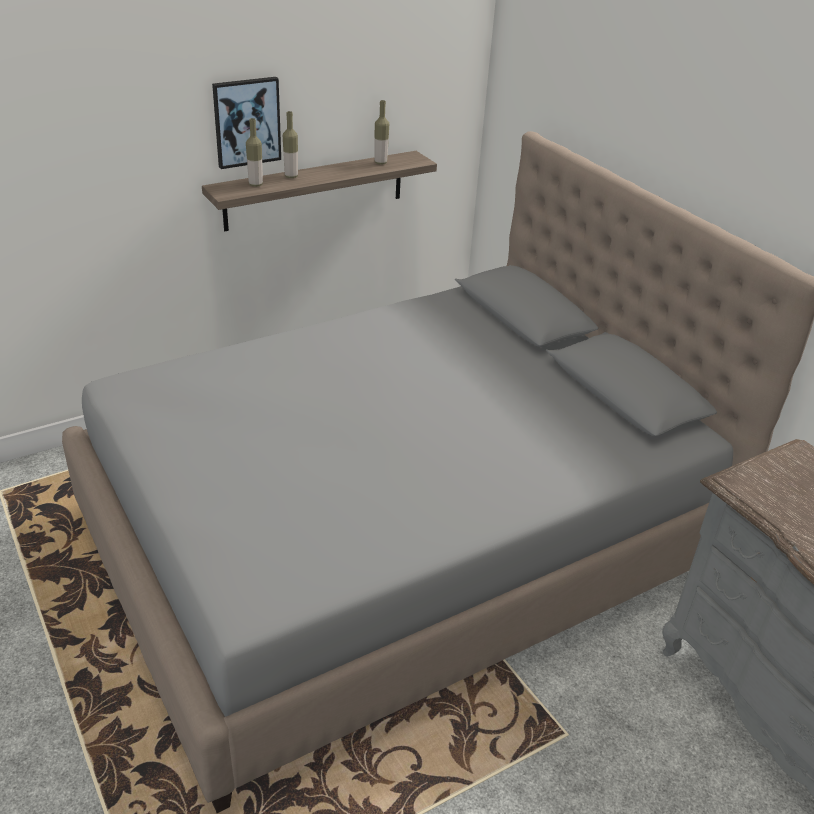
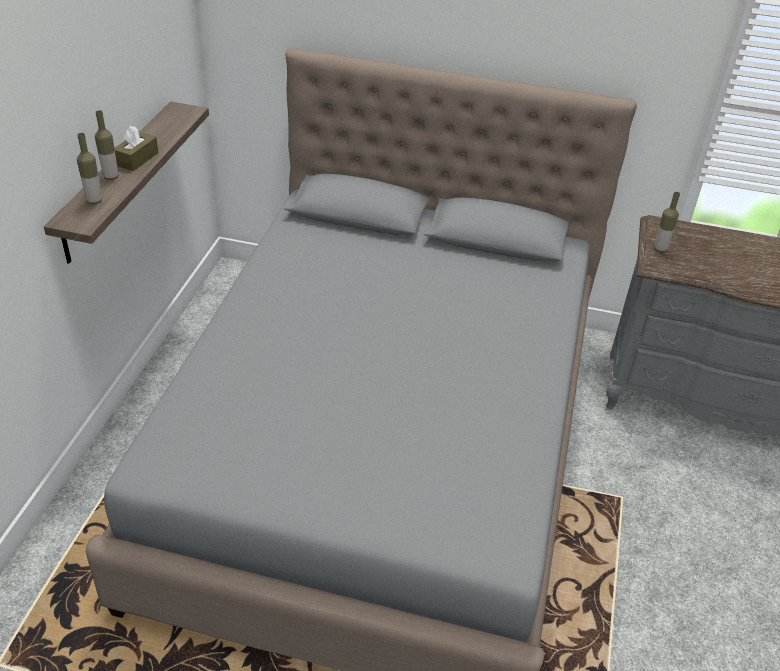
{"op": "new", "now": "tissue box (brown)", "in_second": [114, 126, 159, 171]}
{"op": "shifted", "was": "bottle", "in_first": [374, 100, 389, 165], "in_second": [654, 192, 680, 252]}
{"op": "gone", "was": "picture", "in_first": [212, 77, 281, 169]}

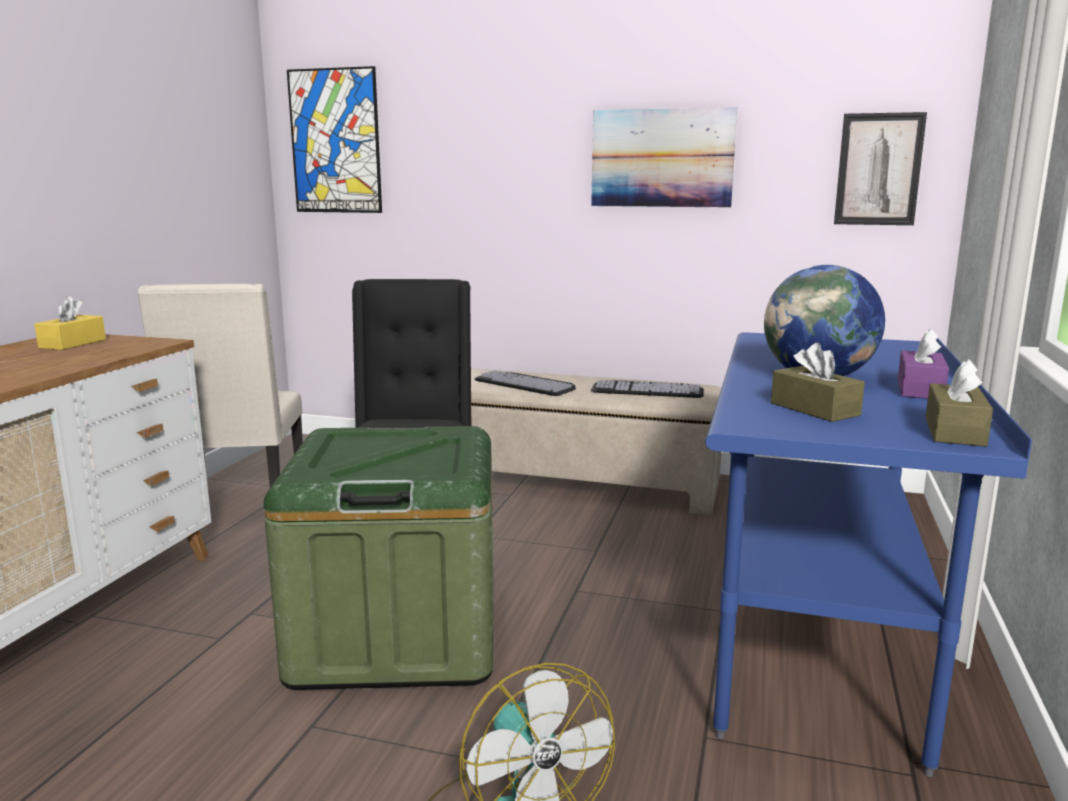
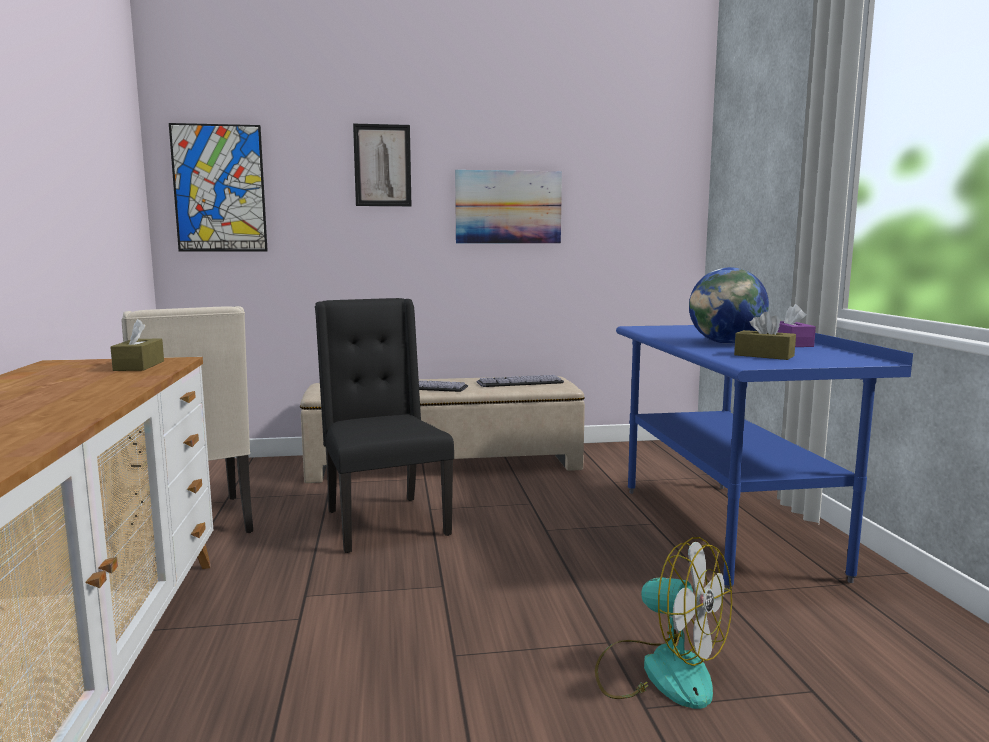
{"op": "shifted", "was": "tissue box (brown)", "in_first": [925, 359, 993, 447], "in_second": [110, 319, 164, 371]}
{"op": "shifted", "was": "picture", "in_first": [834, 112, 927, 225], "in_second": [353, 124, 411, 206]}
{"op": "gone", "was": "tissue box (yellow)", "in_first": [34, 296, 106, 350]}
{"op": "gone", "was": "storage box (green)", "in_first": [263, 426, 493, 690]}

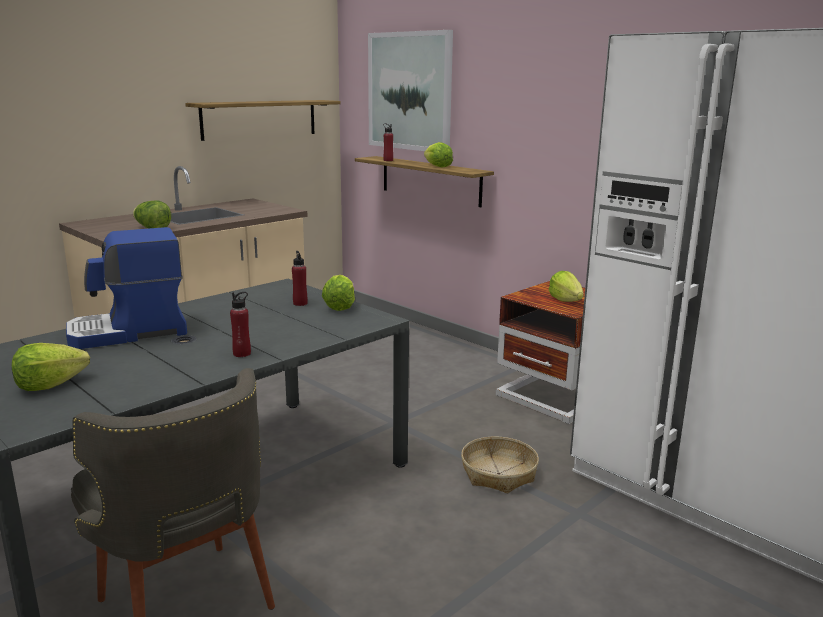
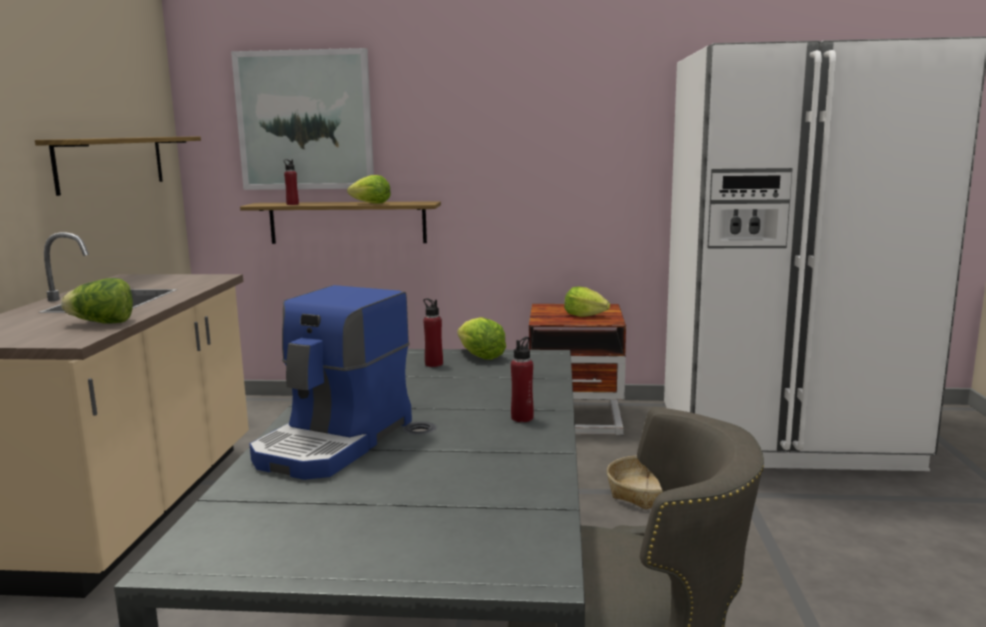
{"op": "gone", "was": "lettuce", "in_first": [12, 343, 90, 391]}

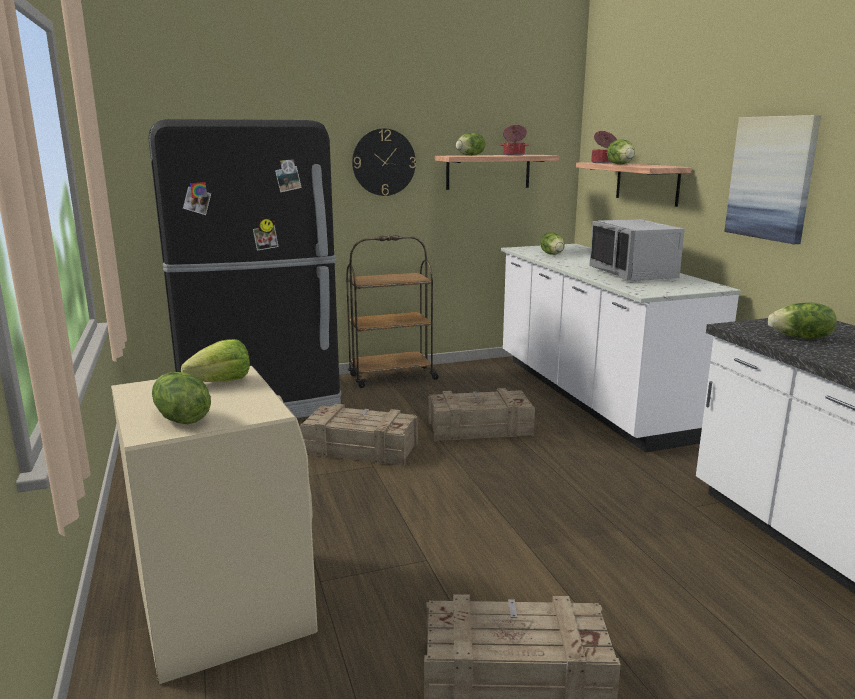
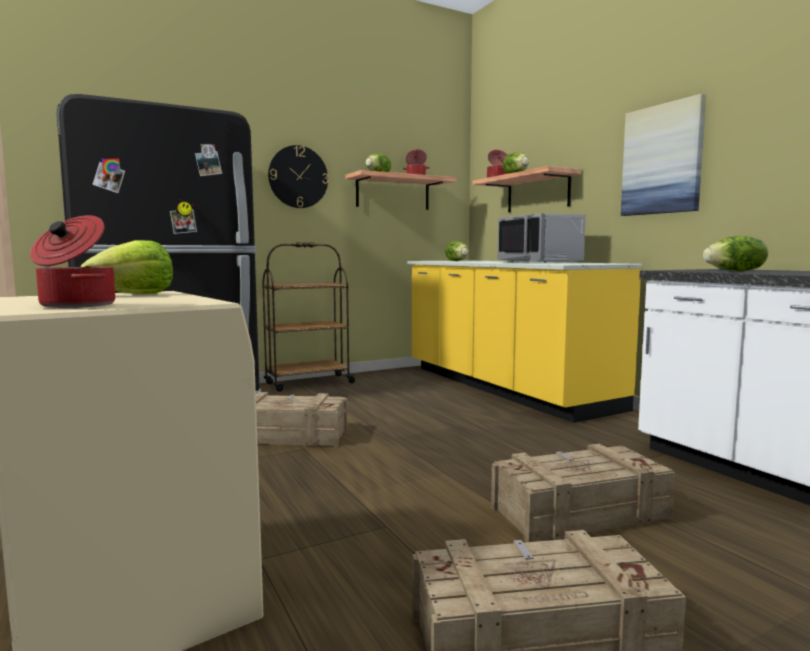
{"op": "swapped", "was": "lettuce", "now": "cooking pot", "in_first": [152, 372, 211, 424], "in_second": [30, 215, 115, 308]}
{"op": "repainted", "was": "counter (white)", "now": "counter (yellow)", "in_first": [501, 244, 741, 453], "in_second": [407, 260, 643, 423]}
{"op": "shifted", "was": "crate", "in_first": [428, 388, 535, 441], "in_second": [491, 444, 675, 542]}

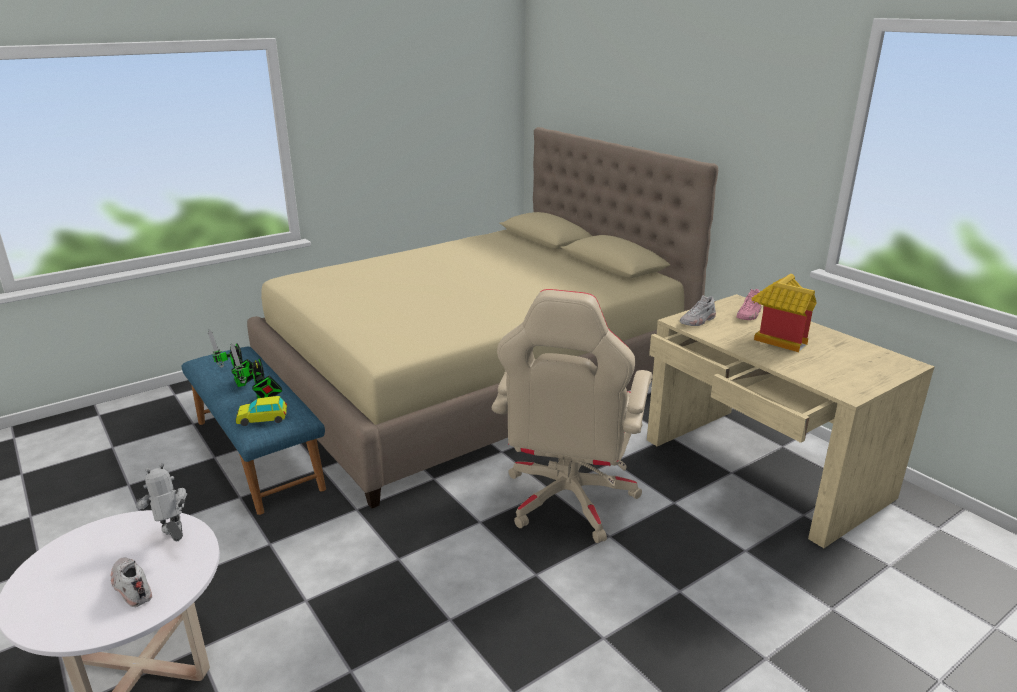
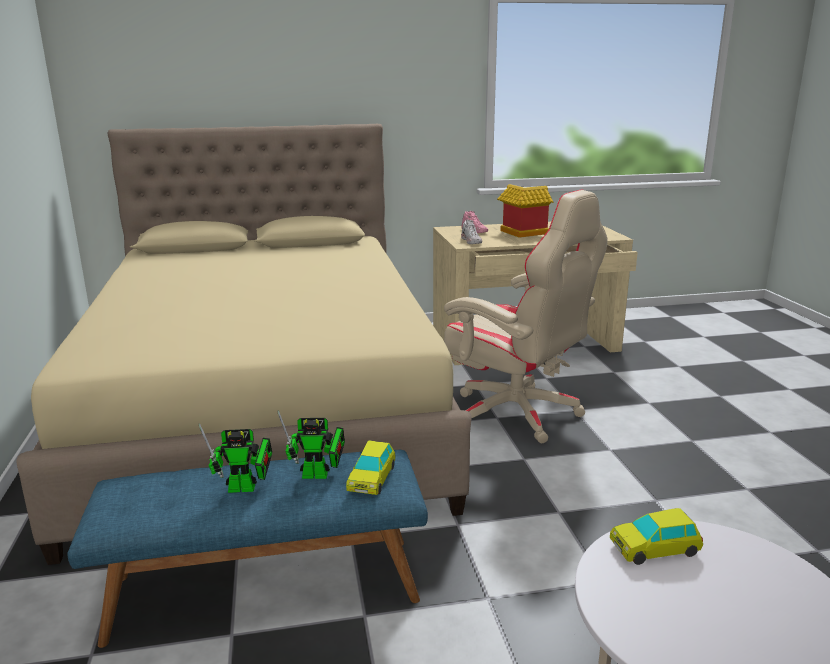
{"op": "swapped", "was": "toy robot", "now": "toy car", "in_first": [136, 463, 188, 541], "in_second": [610, 508, 703, 565]}
{"op": "gone", "was": "shoe (white)", "in_first": [110, 557, 152, 607]}

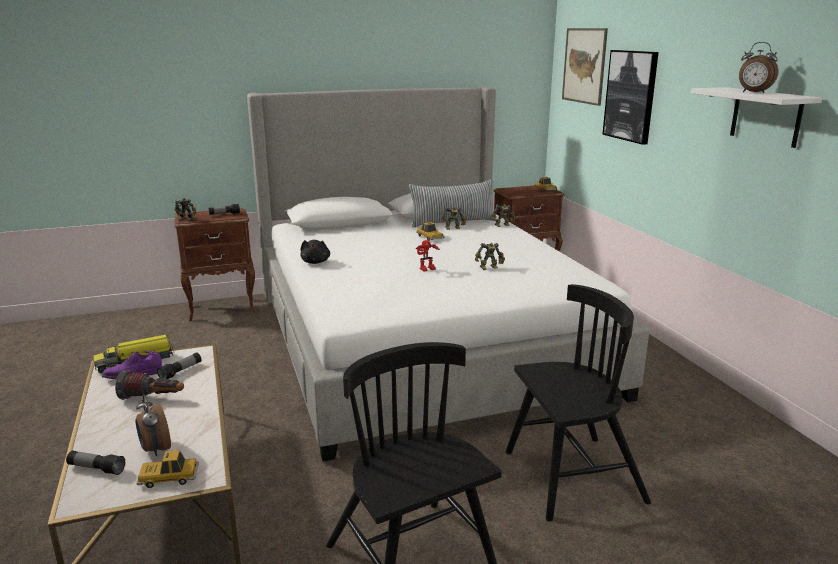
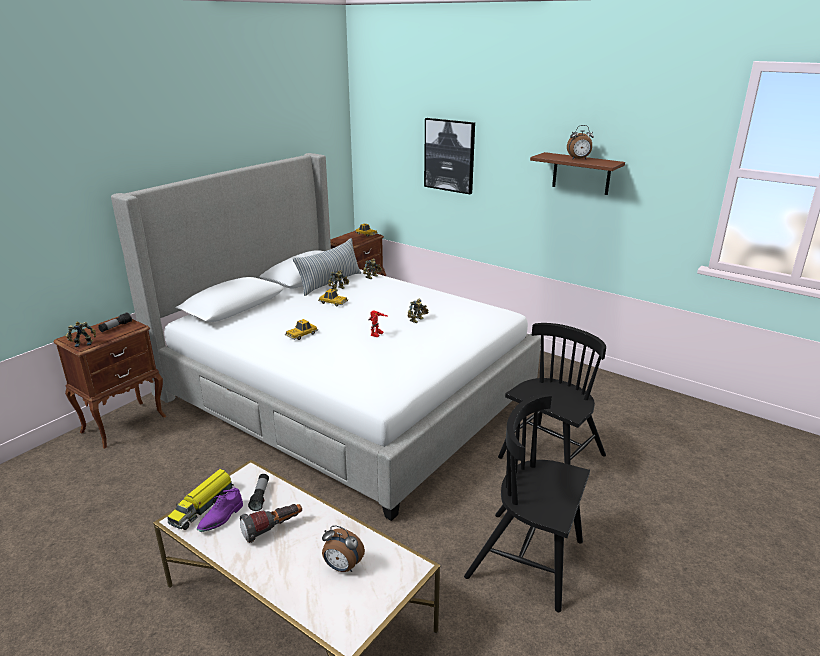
{"op": "shifted", "was": "toy car", "in_first": [136, 450, 199, 488], "in_second": [285, 319, 318, 340]}
{"op": "repainted", "was": "shelf (white)", "now": "shelf (brown)", "in_first": [691, 87, 822, 148], "in_second": [530, 152, 625, 195]}
{"op": "gone", "was": "flashlight", "in_first": [66, 451, 125, 475]}
{"op": "gone", "was": "plush toy (black)", "in_first": [300, 240, 330, 264]}
{"op": "gone", "was": "picture", "in_first": [562, 28, 608, 106]}

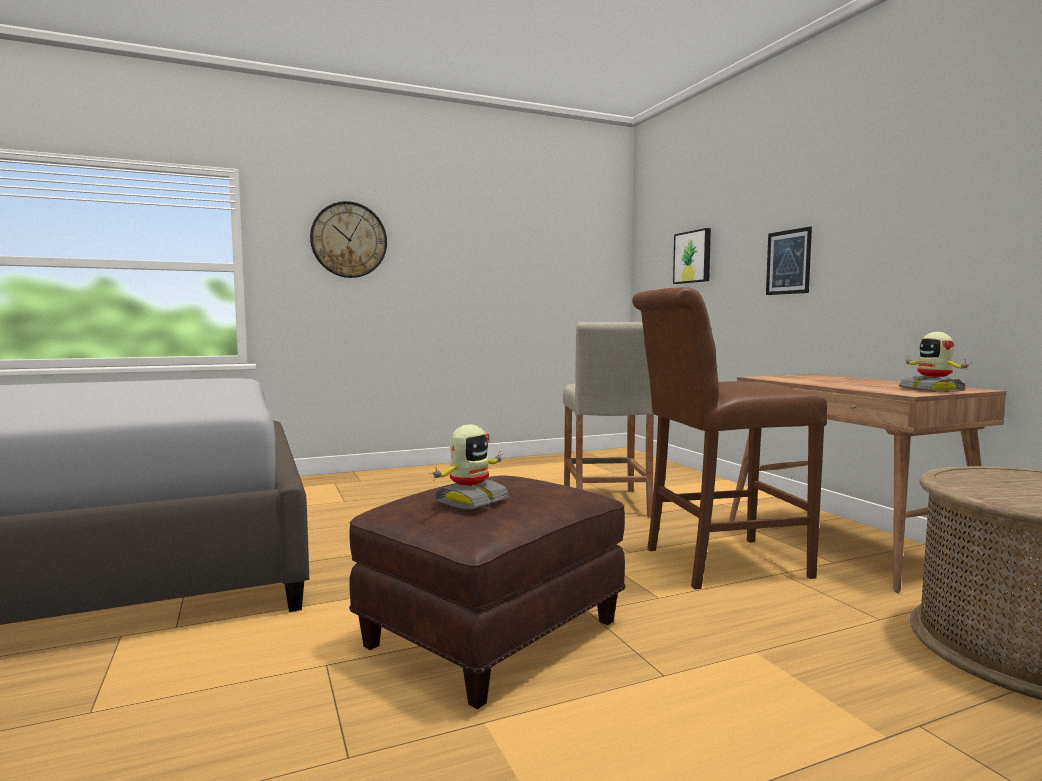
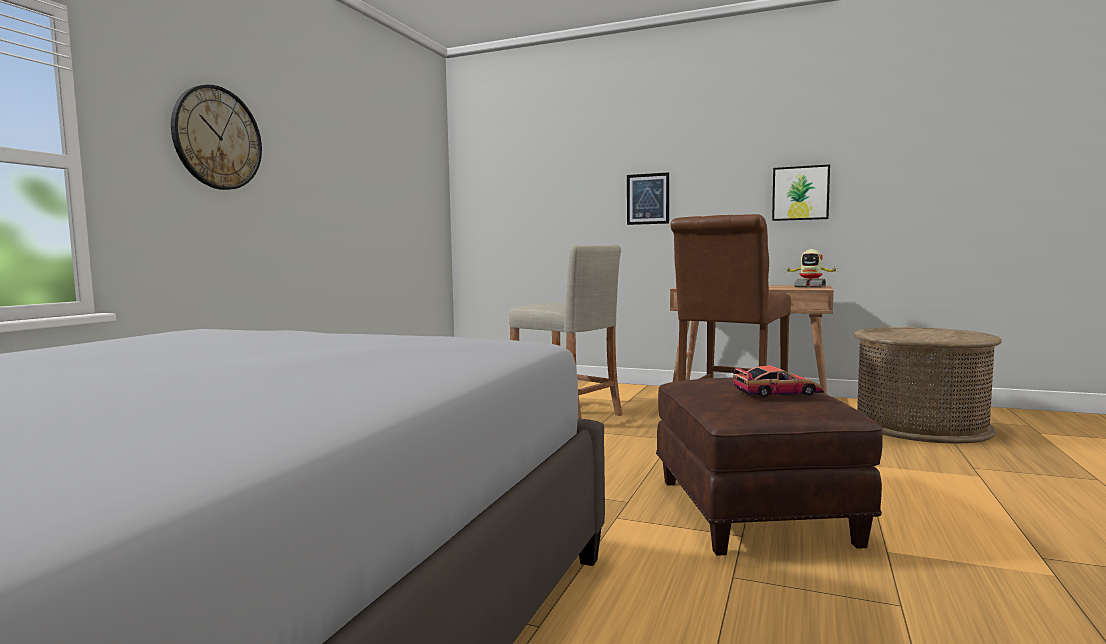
{"op": "swapped", "was": "toy robot", "now": "toy car", "in_first": [429, 424, 510, 510], "in_second": [733, 365, 824, 398]}
{"op": "shifted", "was": "picture", "in_first": [673, 228, 711, 284], "in_second": [772, 164, 830, 221]}

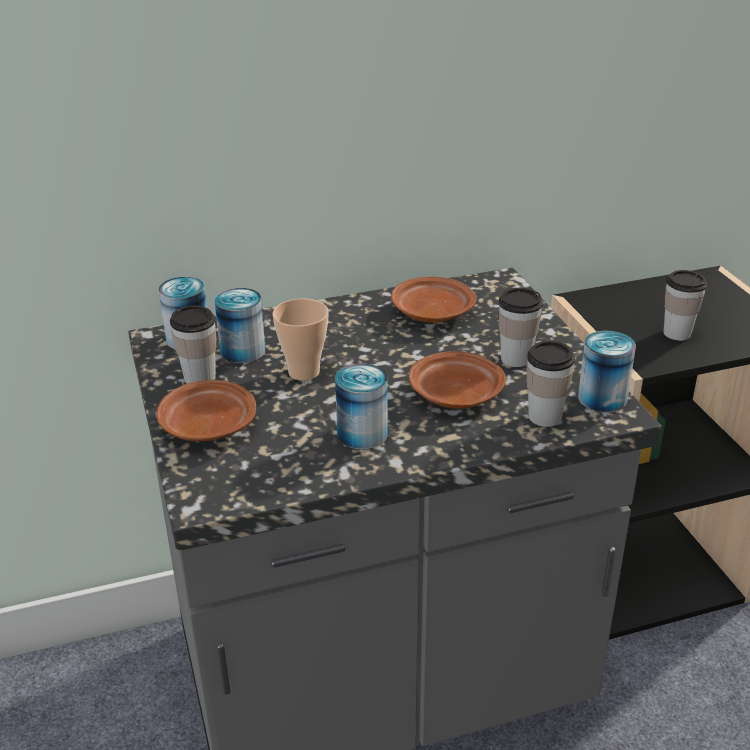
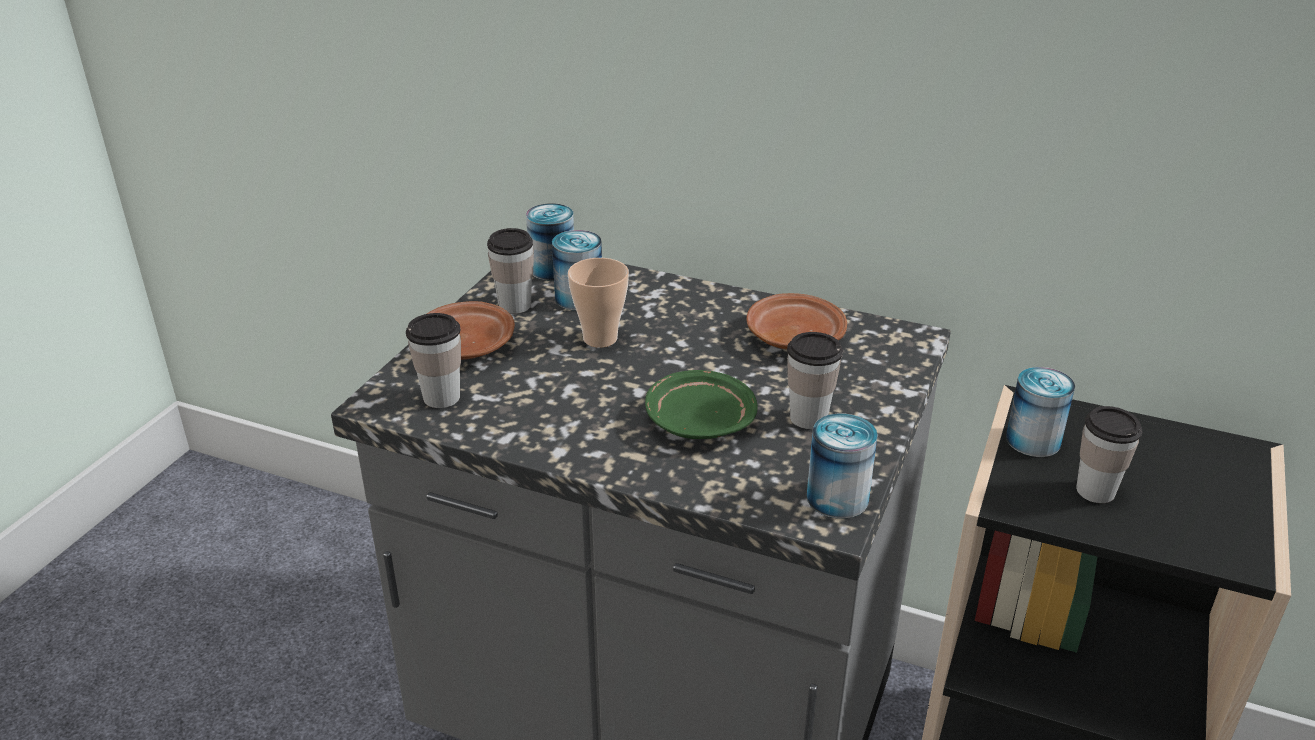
{"op": "shifted", "was": "cup", "in_first": [527, 341, 575, 427], "in_second": [406, 313, 461, 408]}
{"op": "repainted", "was": "plate (brown)", "now": "plate (green)", "in_first": [409, 351, 506, 409], "in_second": [645, 370, 758, 439]}
{"op": "shifted", "was": "can", "in_first": [335, 364, 388, 450], "in_second": [1006, 367, 1075, 457]}

